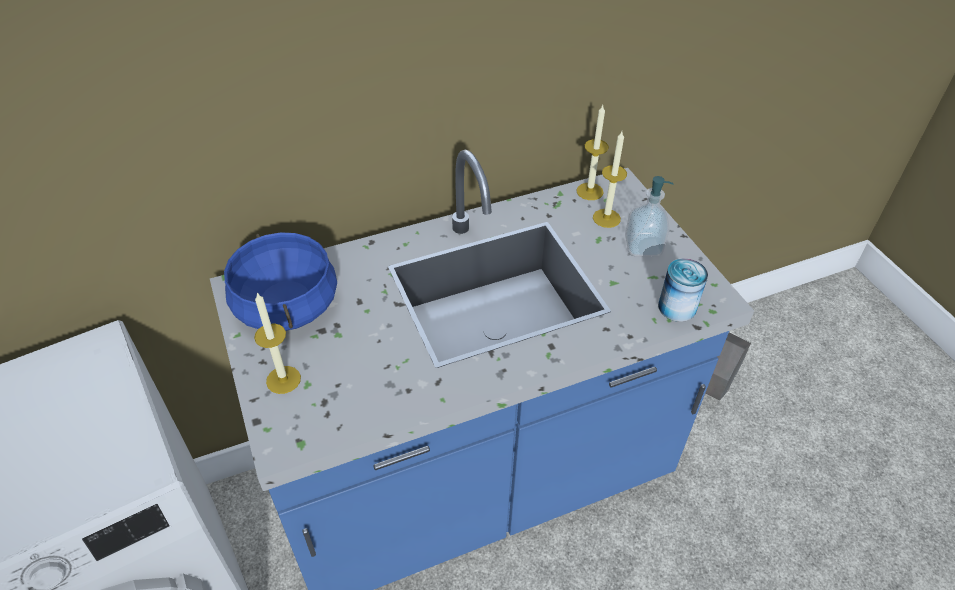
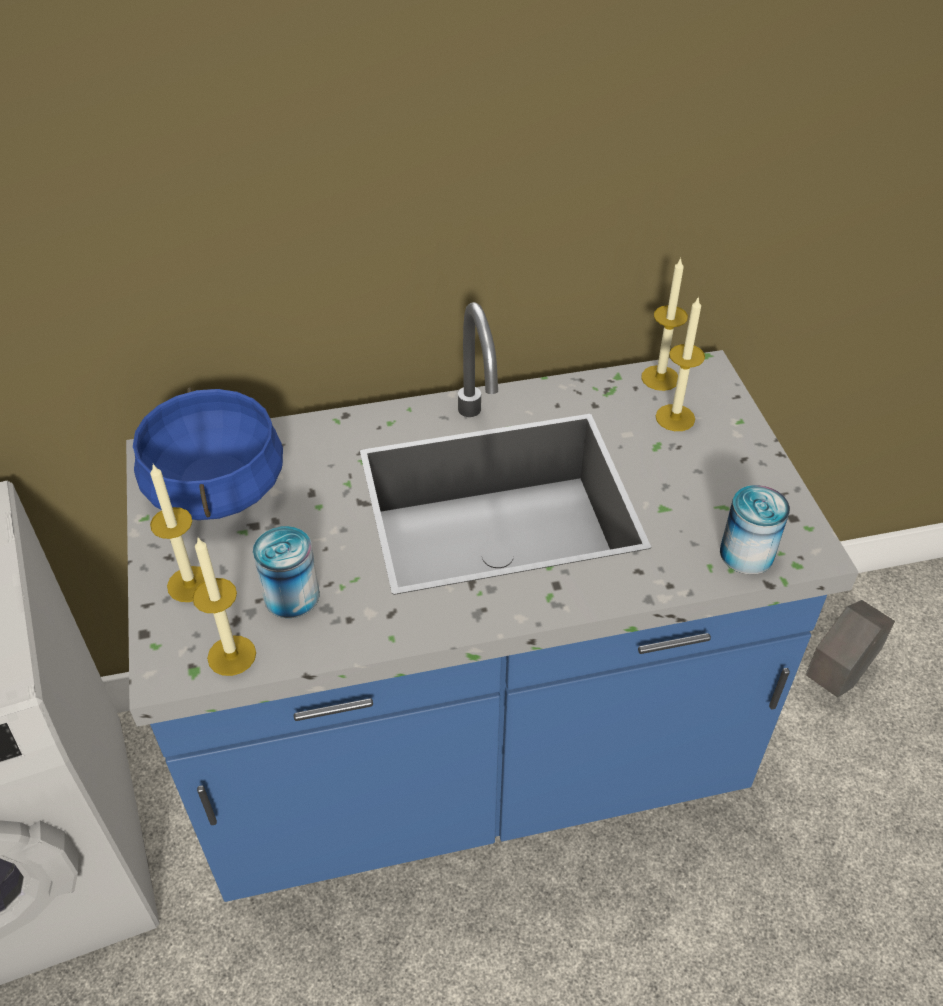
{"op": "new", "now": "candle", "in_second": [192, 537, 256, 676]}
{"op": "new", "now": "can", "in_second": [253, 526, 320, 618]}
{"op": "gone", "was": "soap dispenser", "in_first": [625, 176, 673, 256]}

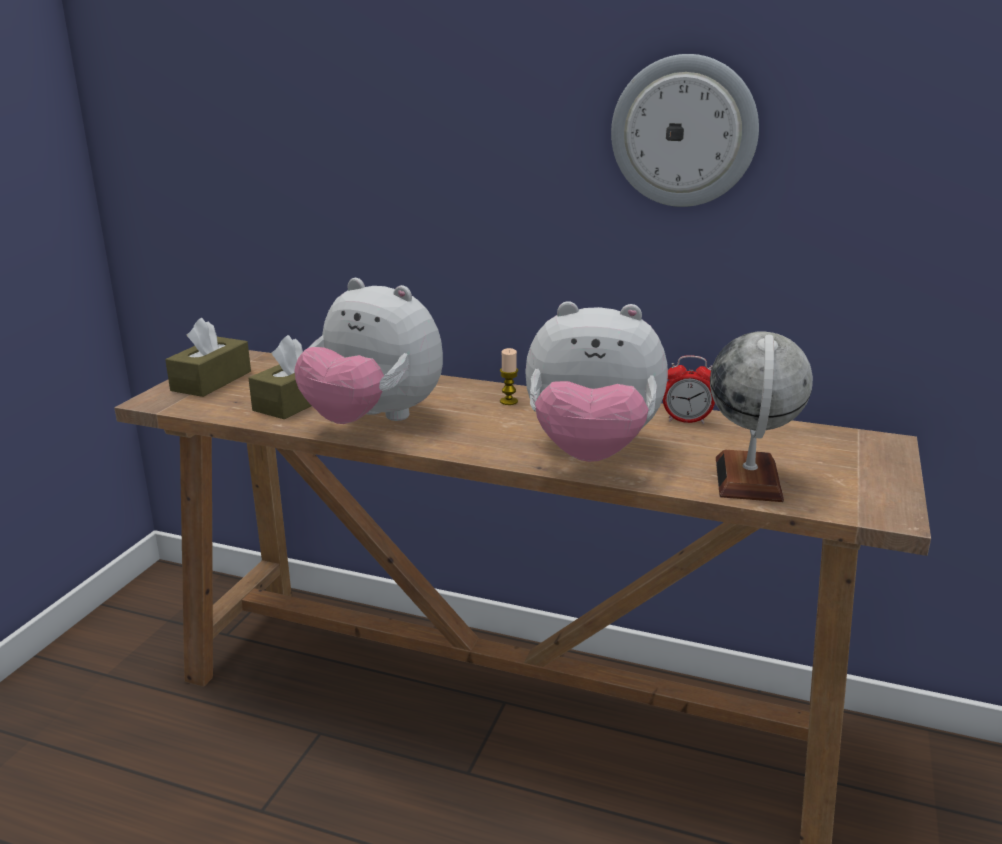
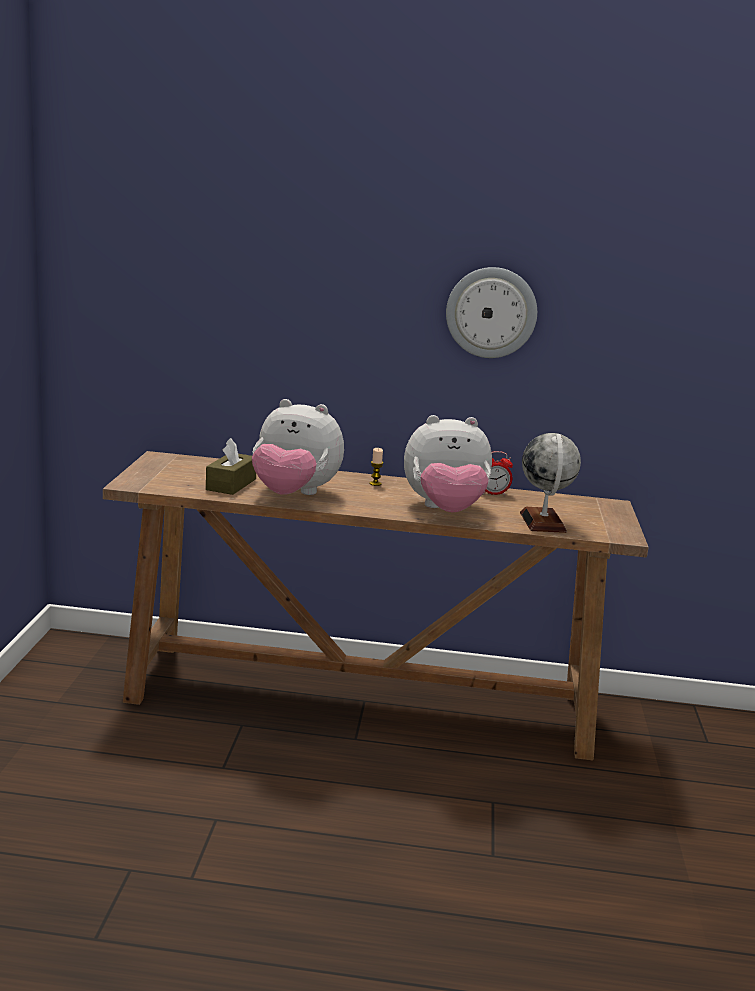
{"op": "gone", "was": "tissue box (brown)", "in_first": [165, 318, 251, 397]}

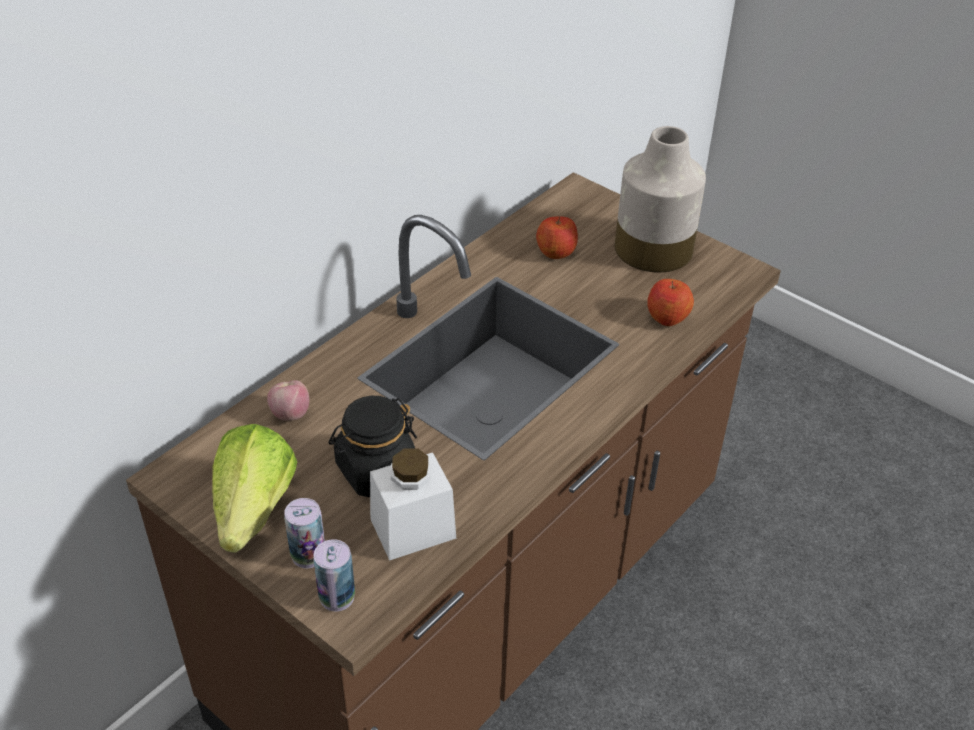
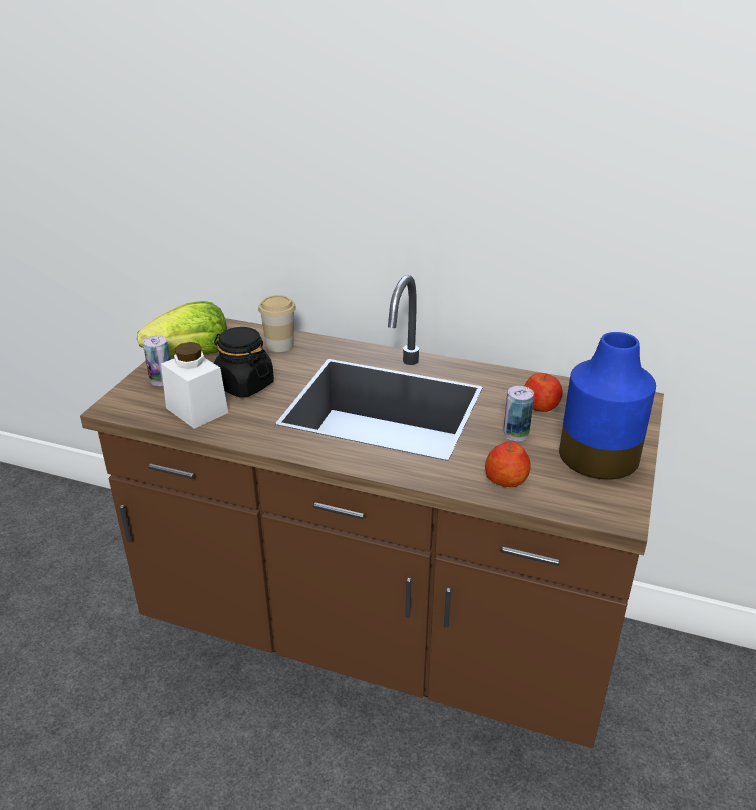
{"op": "swapped", "was": "apple", "now": "cup", "in_first": [267, 380, 309, 421], "in_second": [258, 295, 296, 352]}
{"op": "shifted", "was": "can", "in_first": [313, 539, 355, 611], "in_second": [504, 386, 534, 441]}
{"op": "repainted", "was": "vase (beige)", "now": "vase (blue)", "in_first": [614, 126, 706, 272], "in_second": [559, 332, 656, 479]}

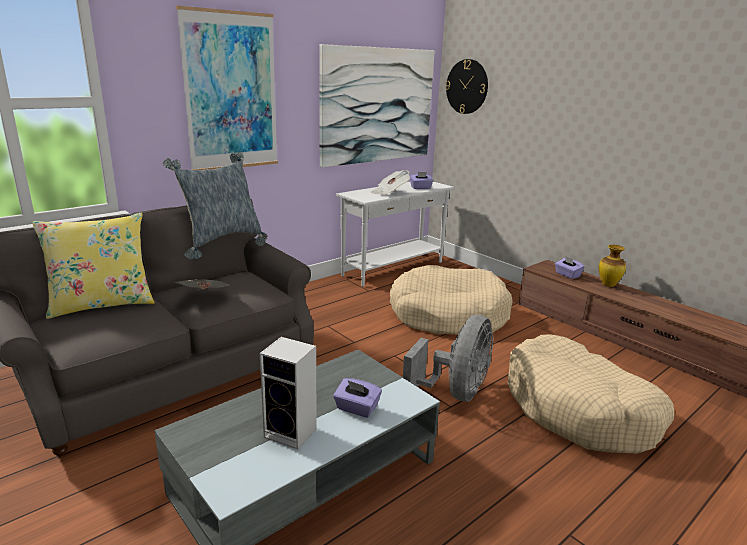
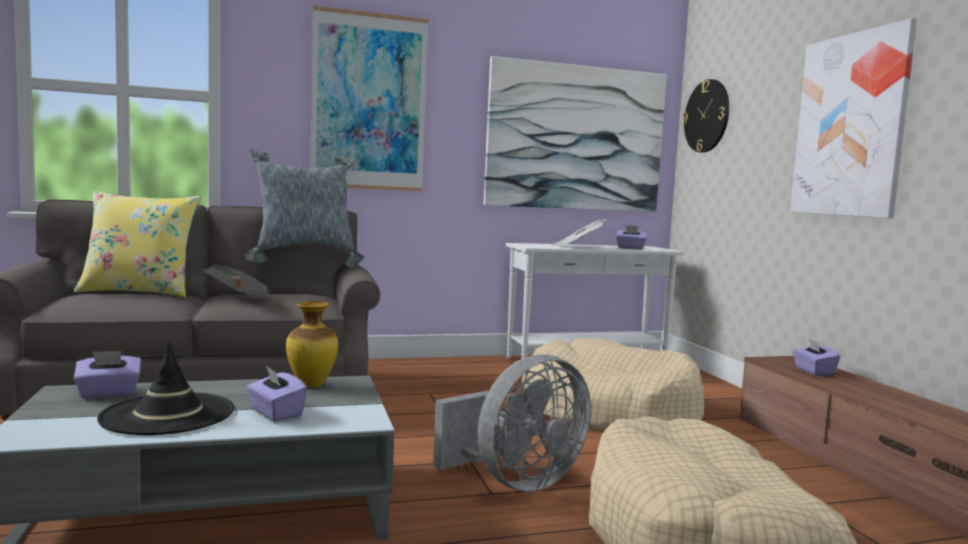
{"op": "new", "now": "tissue box (purple)", "in_second": [74, 351, 141, 398]}
{"op": "swapped", "was": "speaker", "now": "hat (black)", "in_first": [260, 337, 317, 449], "in_second": [97, 341, 234, 435]}
{"op": "shifted", "was": "vase", "in_first": [599, 245, 626, 287], "in_second": [286, 301, 338, 388]}
{"op": "new", "now": "picture", "in_second": [790, 18, 917, 218]}

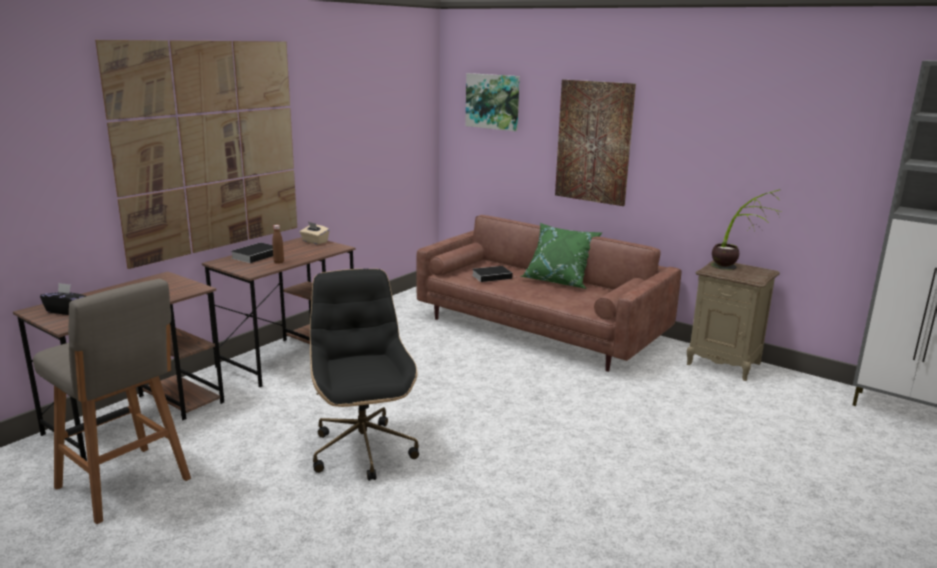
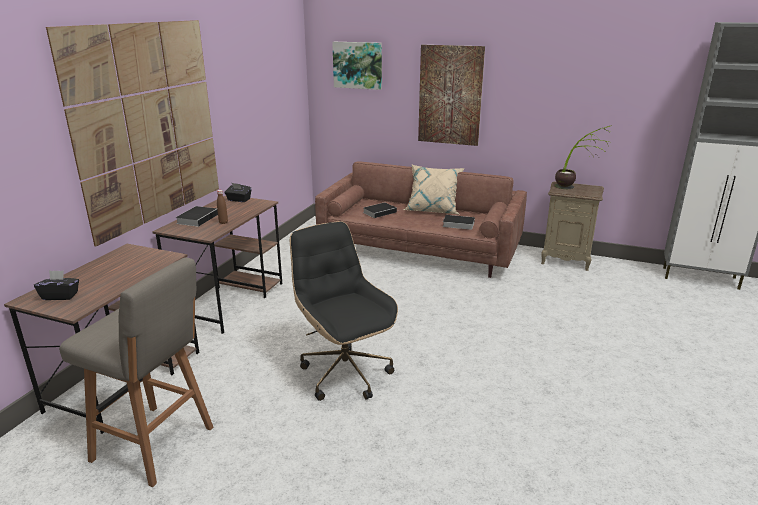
{"op": "repainted", "was": "tissue box (beige)", "now": "tissue box (black)", "in_first": [300, 222, 329, 245], "in_second": [225, 183, 252, 202]}
{"op": "repainted", "was": "pillow (green)", "now": "pillow (beige)", "in_first": [520, 223, 603, 289], "in_second": [403, 164, 464, 215]}
{"op": "new", "now": "book", "in_second": [440, 215, 475, 230]}

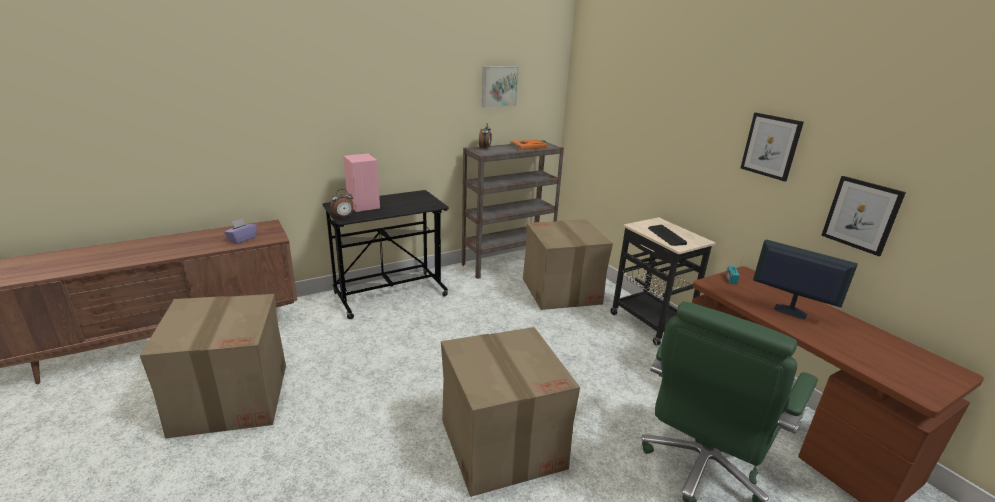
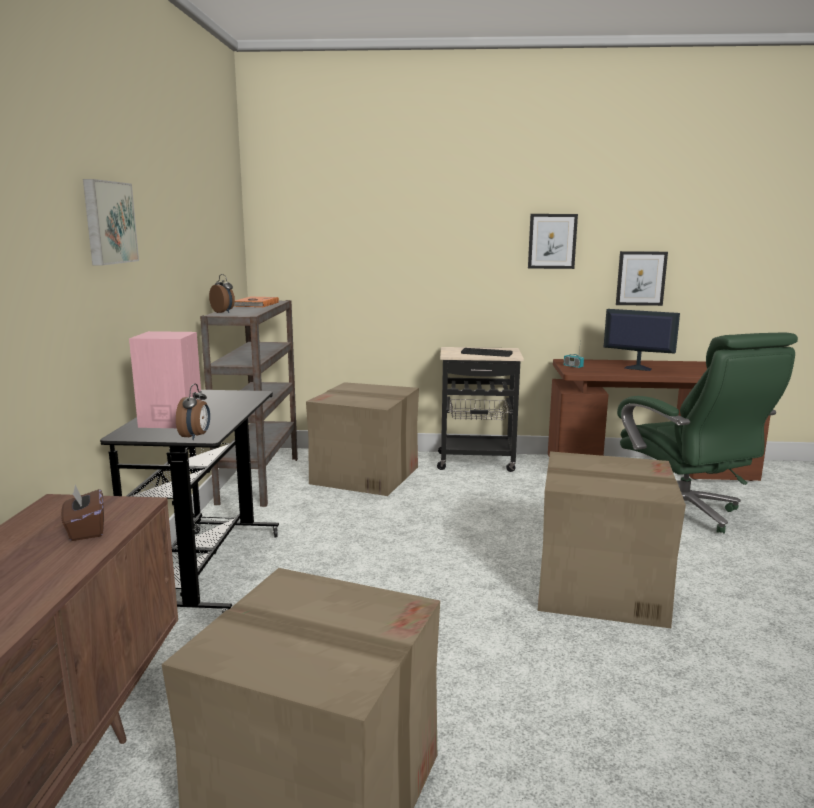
{"op": "repainted", "was": "tissue box (purple)", "now": "tissue box (brown)", "in_first": [224, 218, 257, 244], "in_second": [61, 485, 104, 541]}
{"op": "shifted", "was": "picture", "in_first": [482, 66, 519, 108], "in_second": [83, 179, 139, 265]}
{"op": "rotated", "was": "monitor", "in_first": [753, 239, 858, 319], "in_second": [604, 309, 680, 371], "clockwise": 45}

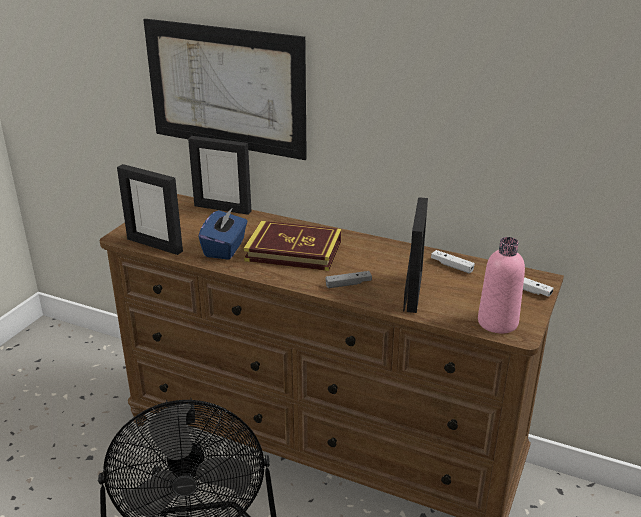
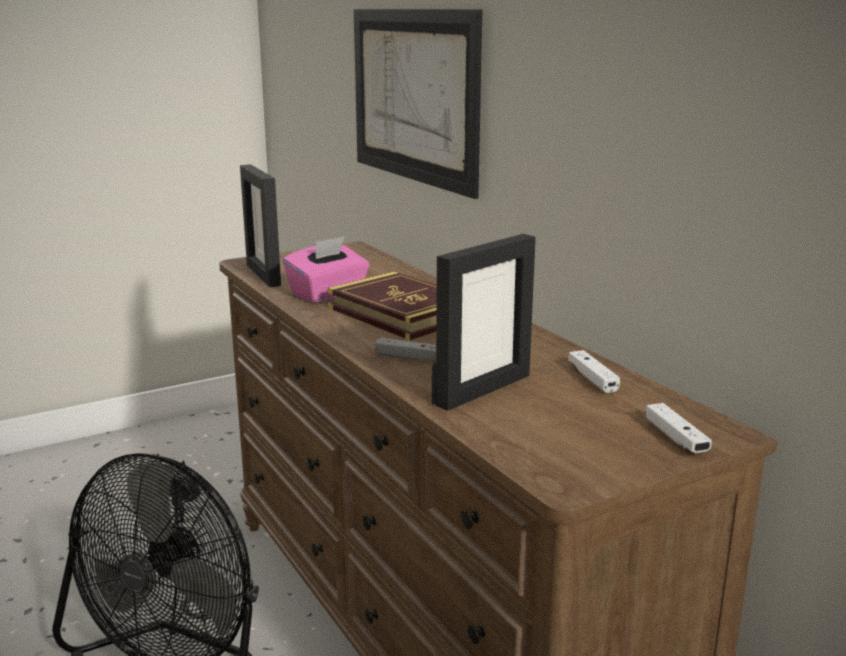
{"op": "repainted", "was": "tissue box (blue)", "now": "tissue box (pink)", "in_first": [198, 207, 248, 260], "in_second": [283, 236, 369, 303]}
{"op": "gone", "was": "picture frame", "in_first": [188, 136, 251, 215]}
{"op": "gone", "was": "bottle (pink)", "in_first": [478, 237, 525, 333]}

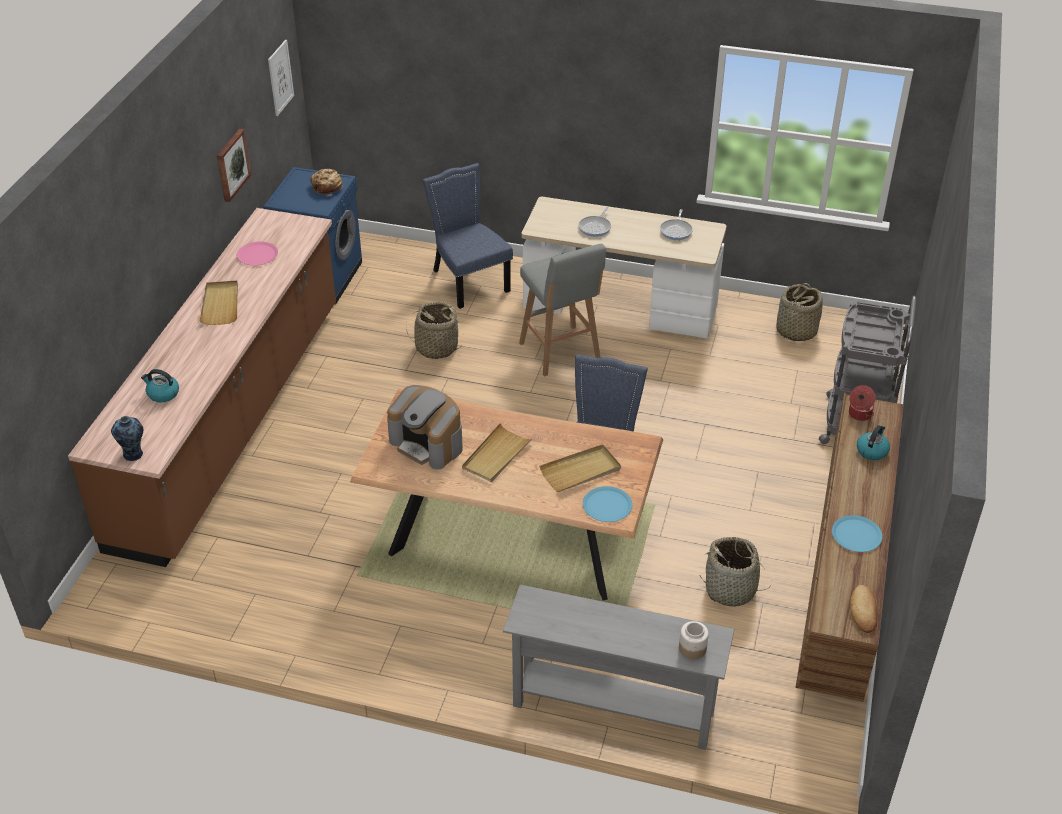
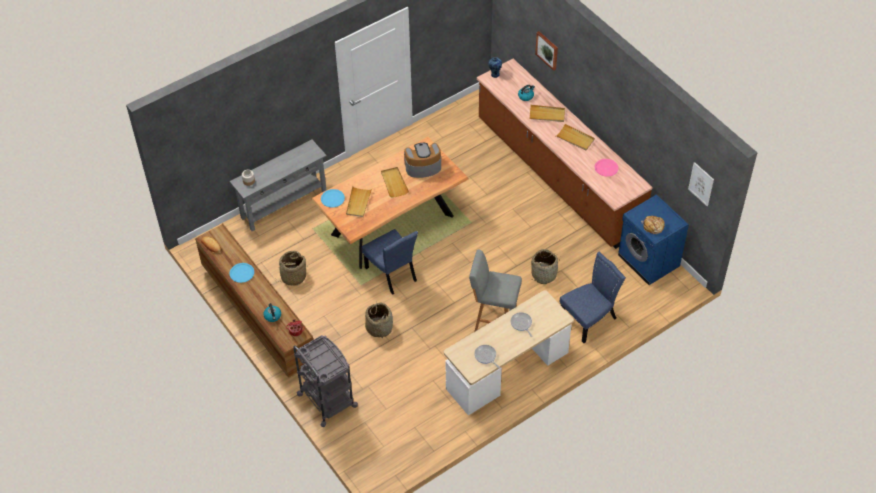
{"op": "shifted", "was": "basket", "in_first": [776, 283, 823, 341], "in_second": [365, 302, 393, 338]}
{"op": "new", "now": "tray (beige)", "in_second": [530, 105, 565, 122]}
{"op": "shifted", "was": "picture", "in_first": [217, 129, 251, 202], "in_second": [535, 31, 558, 71]}
{"op": "rotated", "was": "chair (blue)", "in_first": [423, 163, 513, 309], "in_second": [559, 252, 626, 343], "clockwise": -45}

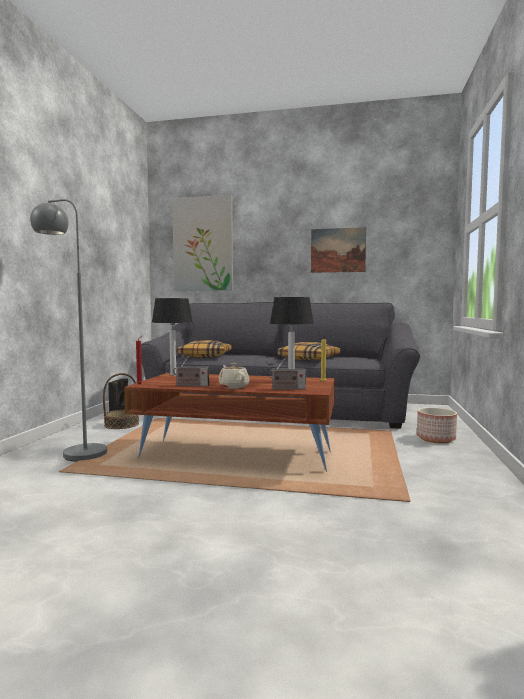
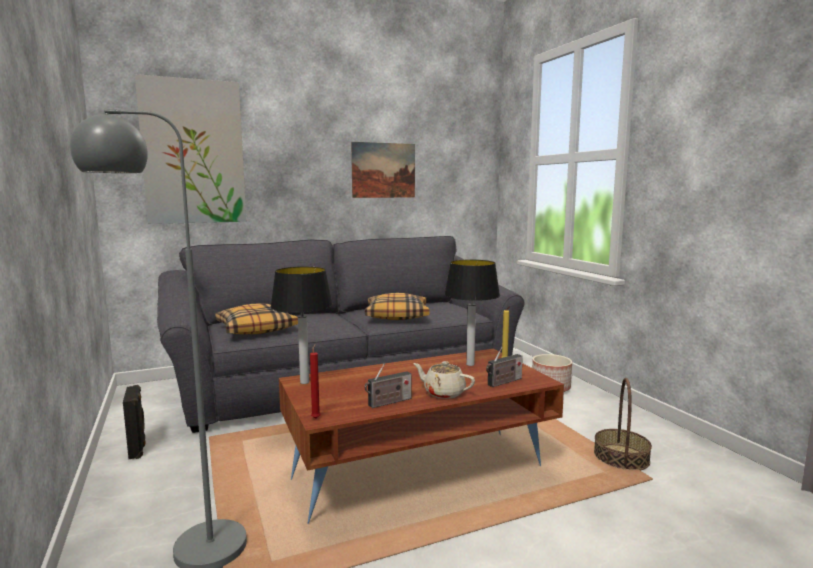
{"op": "shifted", "was": "basket", "in_first": [103, 373, 139, 429], "in_second": [594, 378, 652, 470]}

